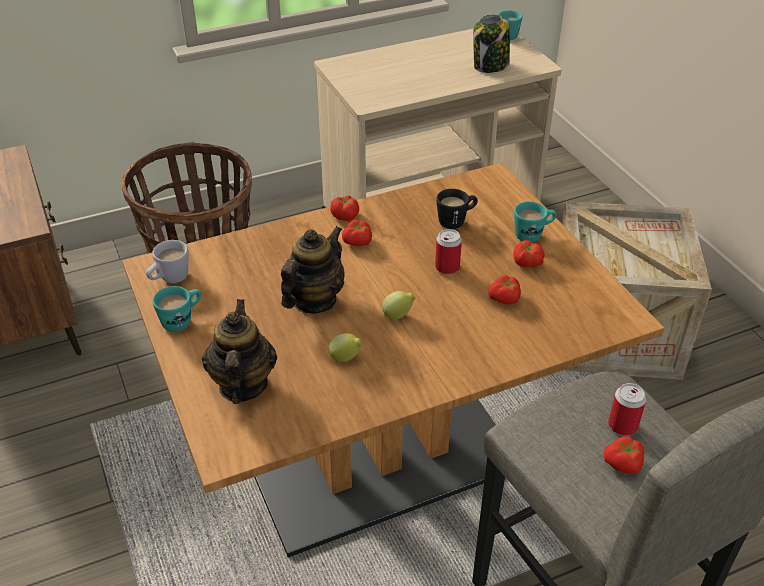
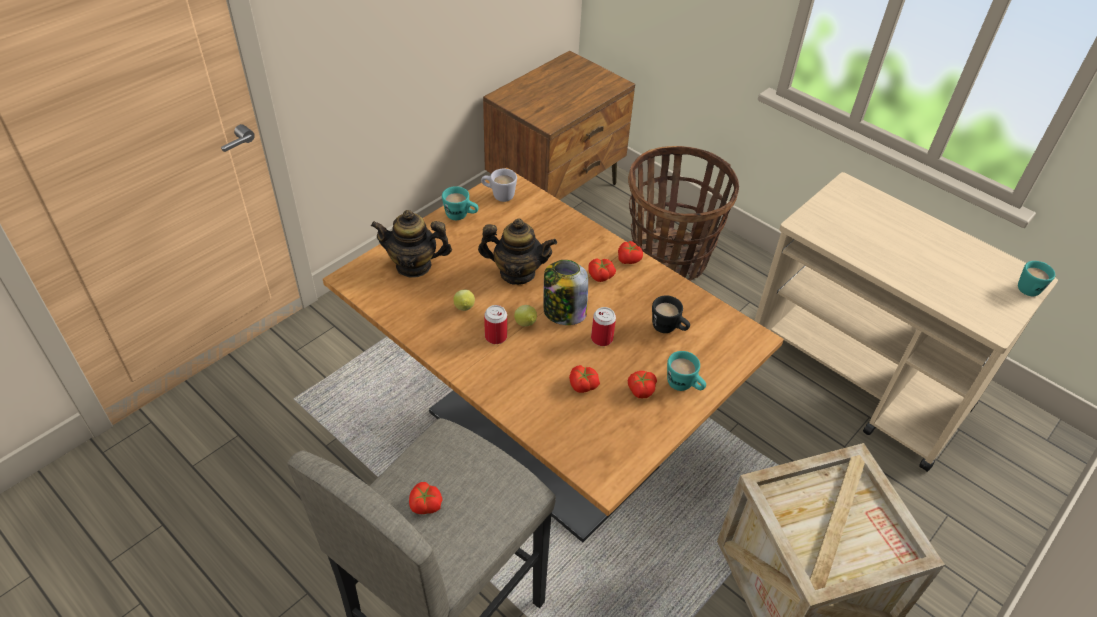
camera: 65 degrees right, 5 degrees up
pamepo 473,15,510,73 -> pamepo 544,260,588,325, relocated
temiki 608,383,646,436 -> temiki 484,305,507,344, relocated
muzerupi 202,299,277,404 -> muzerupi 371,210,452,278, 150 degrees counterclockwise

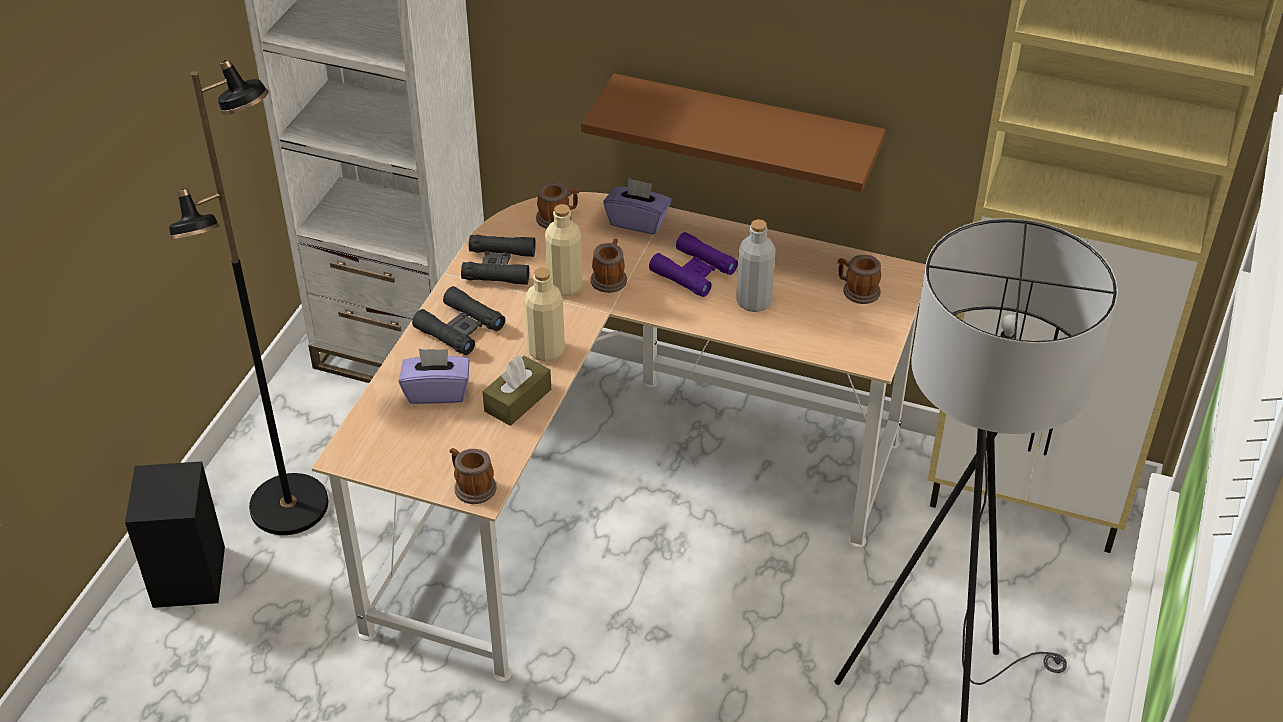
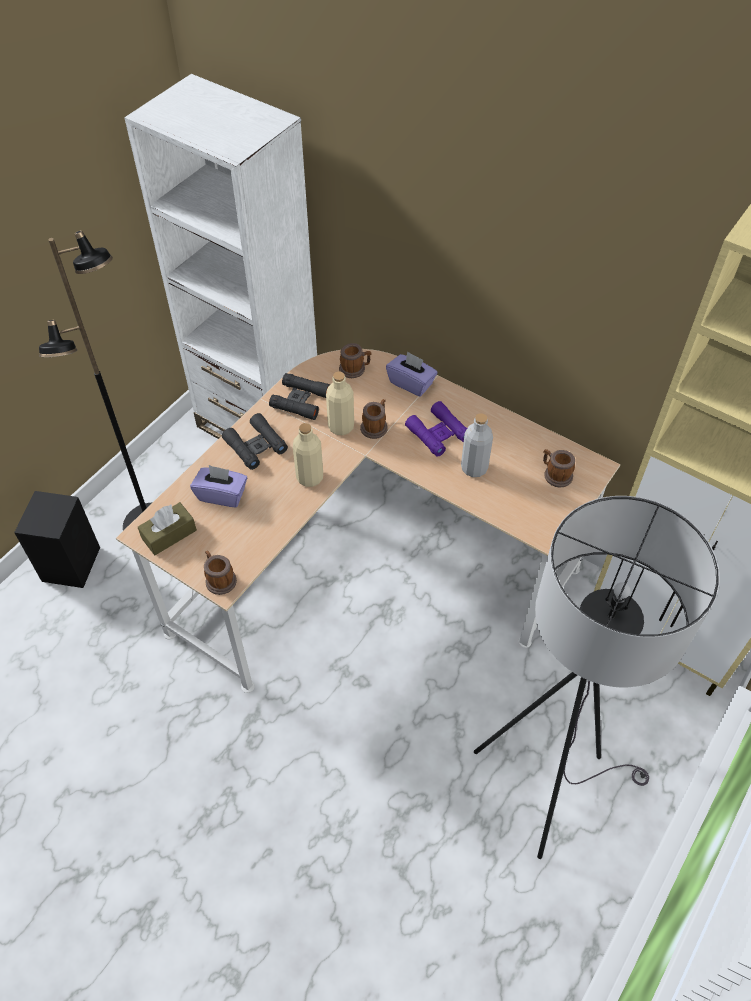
camera: 15 degrees right, 10 degrees up
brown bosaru 581,74,886,192 -> none
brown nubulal 482,356,551,426 -> brown nubulal 138,502,197,555, relocated

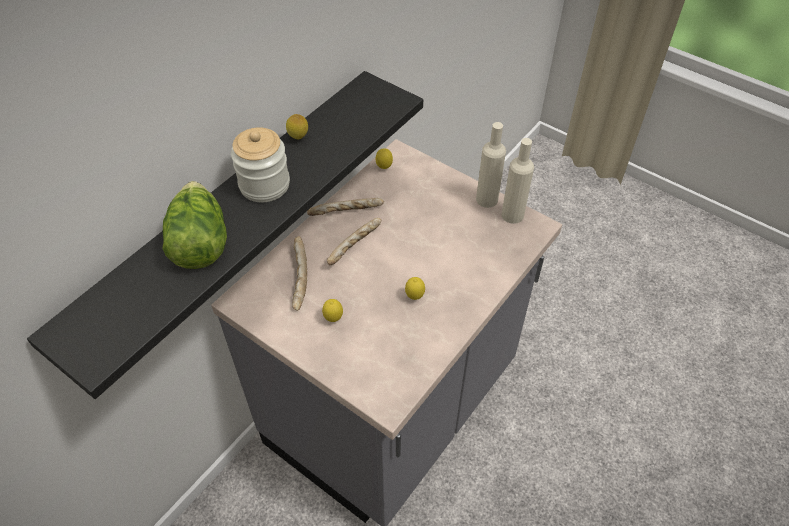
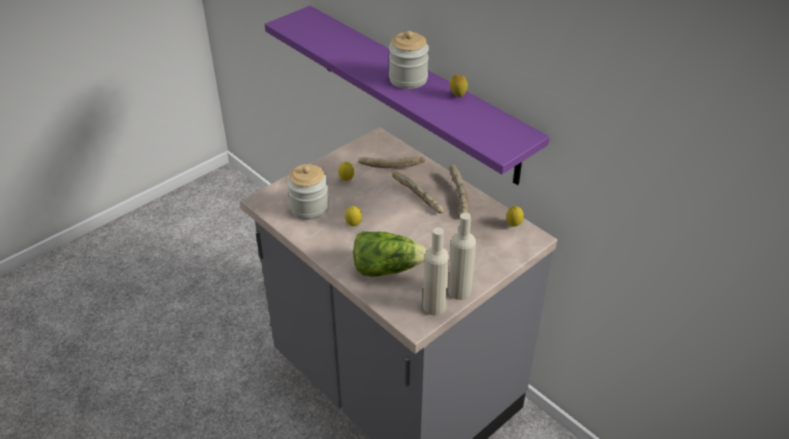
camera: 100 degrees right, 10 degrees down
none -> pamepo 287,164,329,220
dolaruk 162,181,227,269 -> dolaruk 353,231,428,277, relocated
black bosaru 27,71,423,399 -> purple bosaru 265,6,550,185

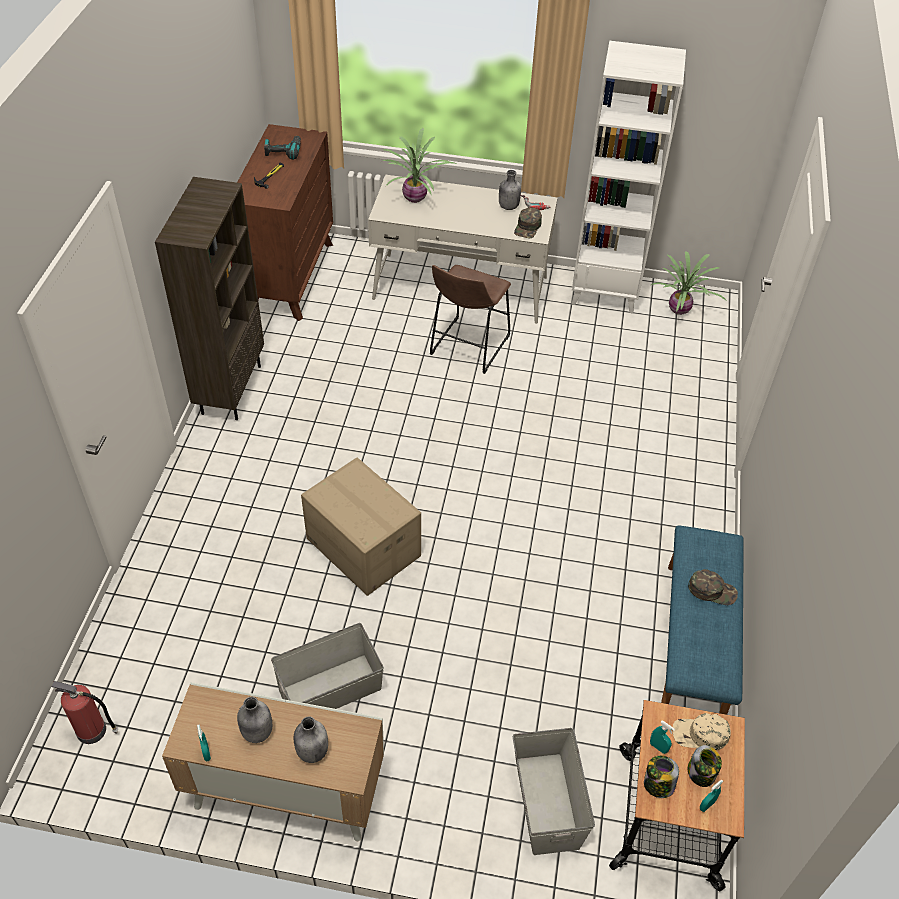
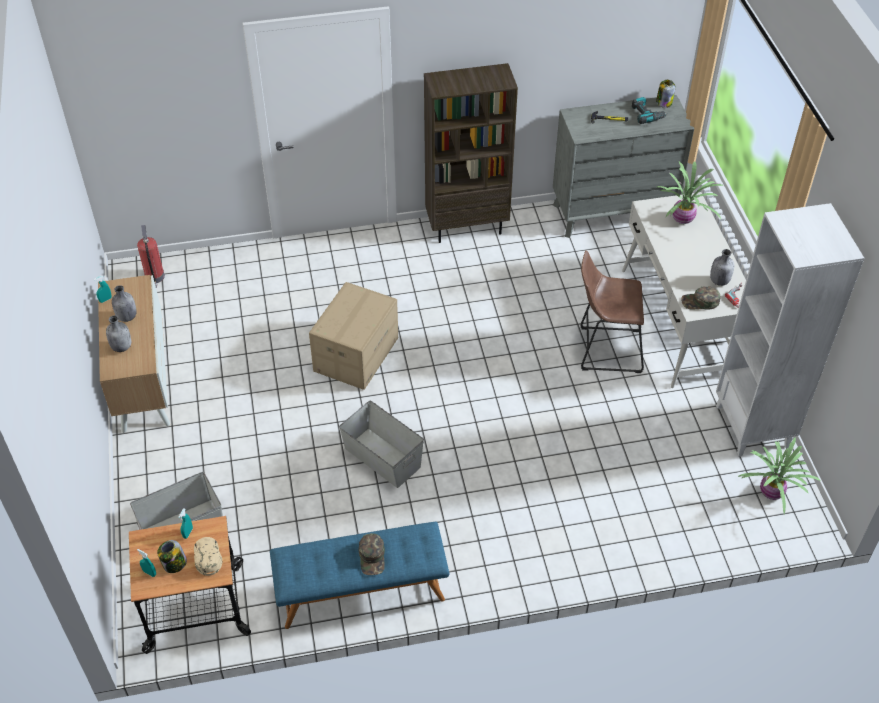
camera: 70 degrees right, 0 degrees up
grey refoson 271,623,384,709 -> grey refoson 339,401,424,488, relocated
pamepo 644,756,679,798 -> pamepo 656,80,676,108, relocated
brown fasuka 237,124,333,321 -> grey fasuka 553,95,694,238

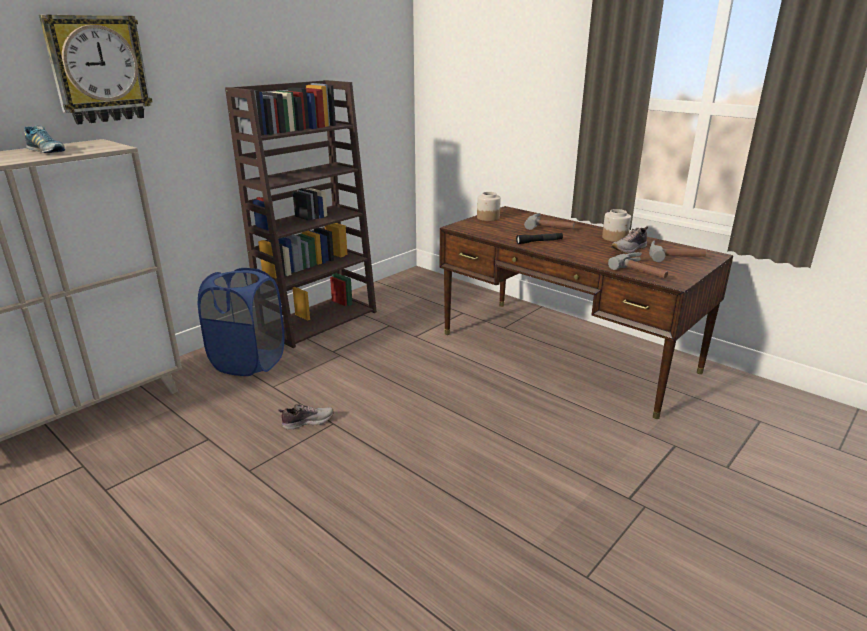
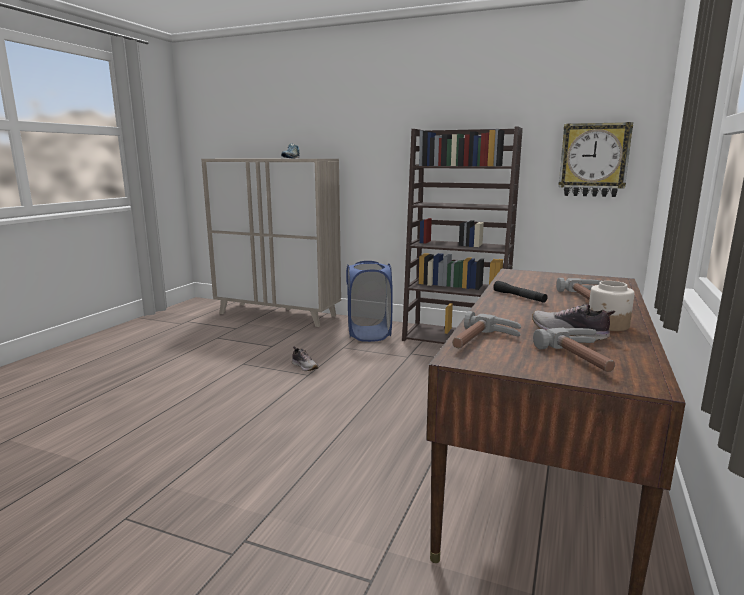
camera: 70 degrees right, 10 degrees down
pamepo 477,192,501,221 -> none
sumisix 39,15,153,124 -> sumisix 558,122,633,197, relocated

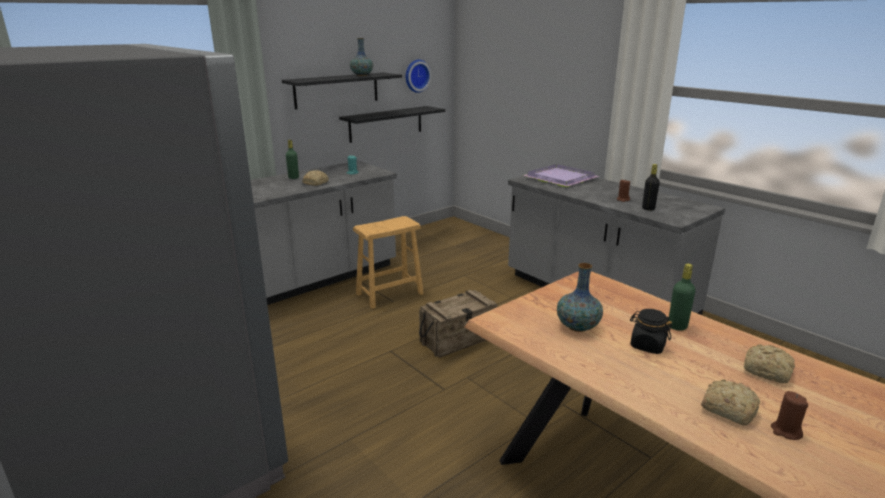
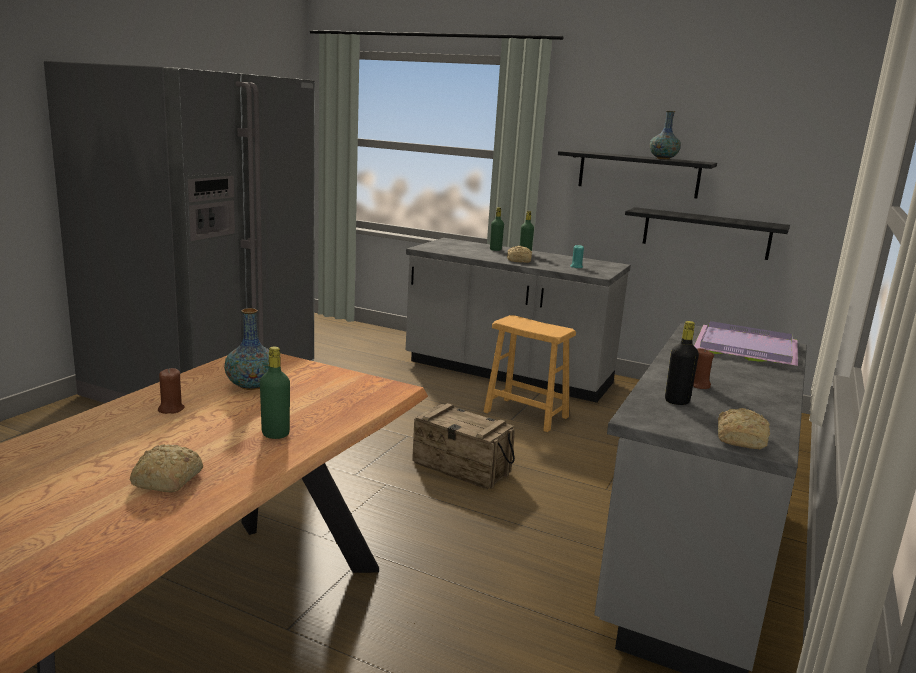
camera: 65 degrees right, 5 degrees down
sumisix 406,60,431,93 -> none
black pamepo 630,309,672,354 -> none
none -> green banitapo 490,207,504,251
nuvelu 701,380,760,425 -> nuvelu 718,408,770,449, relocated
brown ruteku 771,391,808,440 -> brown ruteku 158,368,185,414, relocated

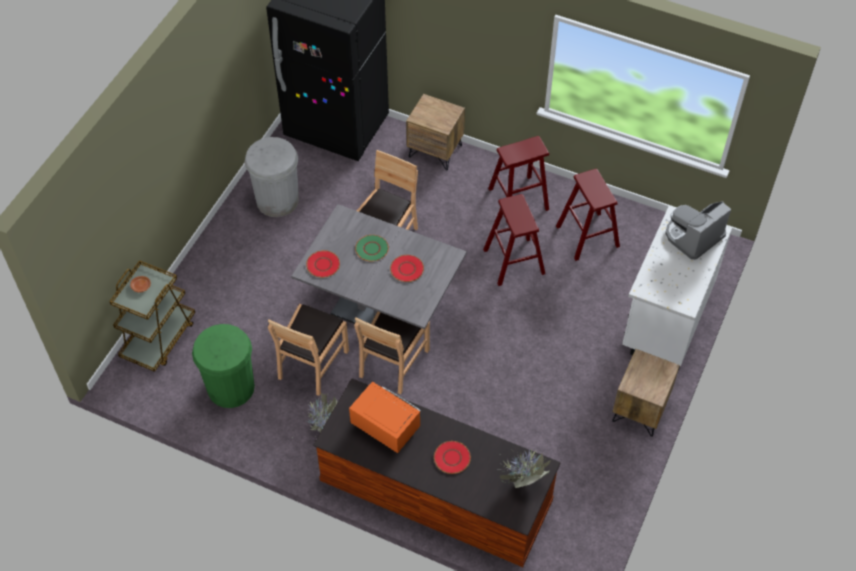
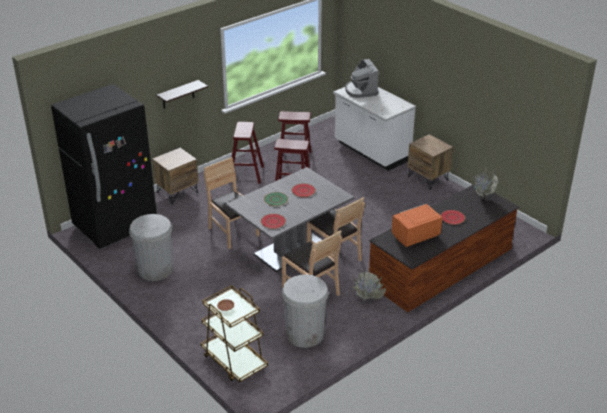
camera: 65 degrees left, 20 degrees down
none -> bosaru 157,80,208,109
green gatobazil 192,324,255,408 -> white gatobazil 281,274,329,348

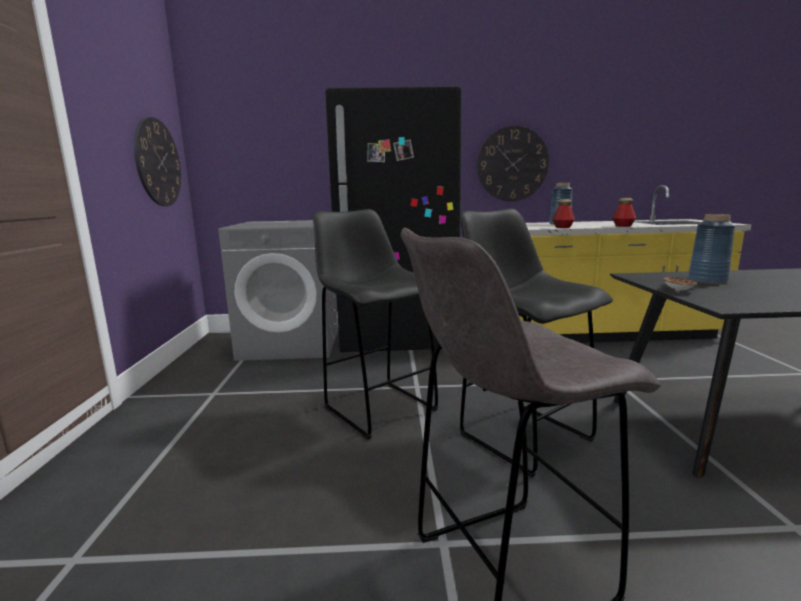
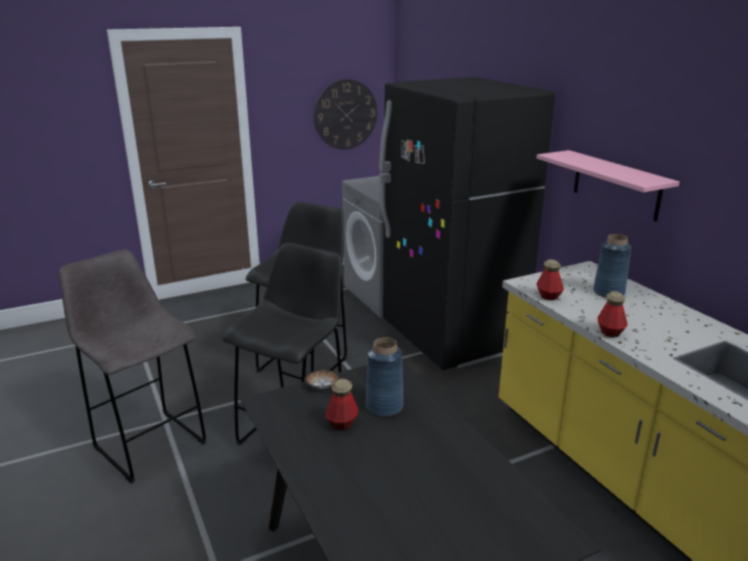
camera: 65 degrees right, 10 degrees up
none -> banitapo 325,379,359,430
sumisix 477,126,549,201 -> pink bosaru 537,150,680,222

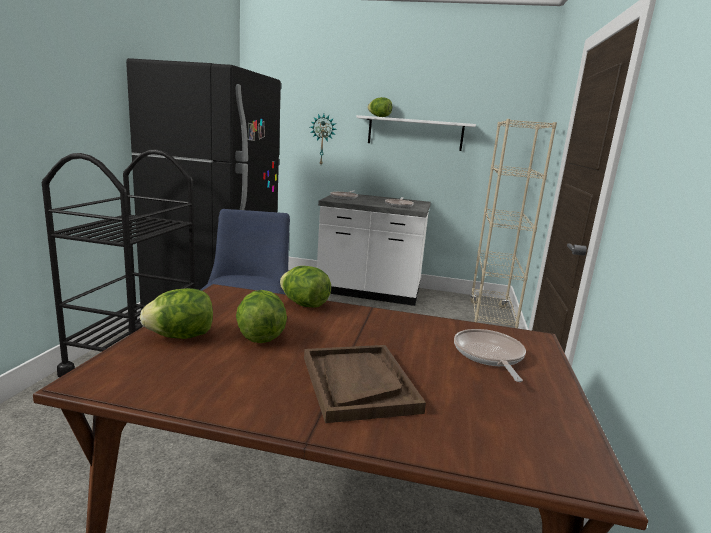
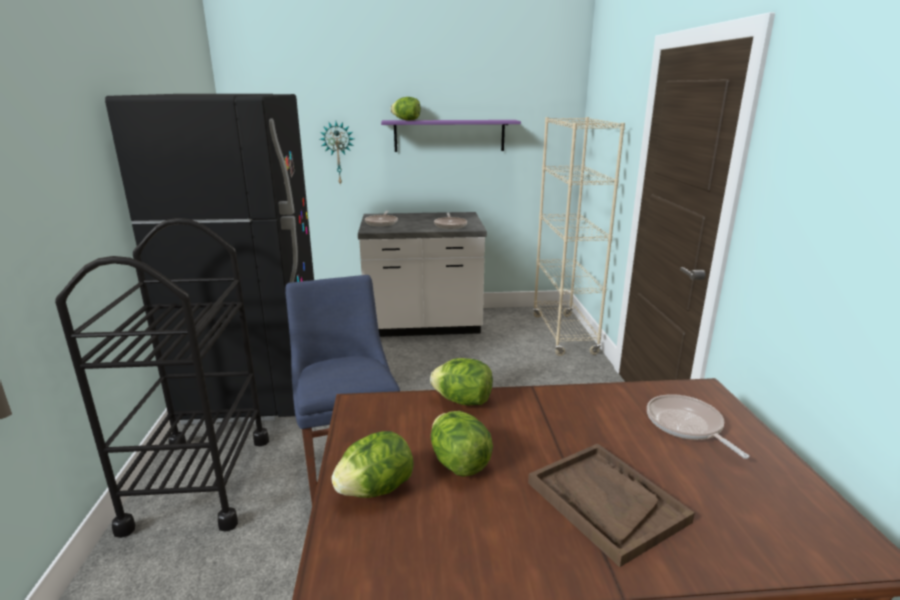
camera: 15 degrees left, 5 degrees up
white bosaru 356,115,476,151 -> purple bosaru 381,120,521,152

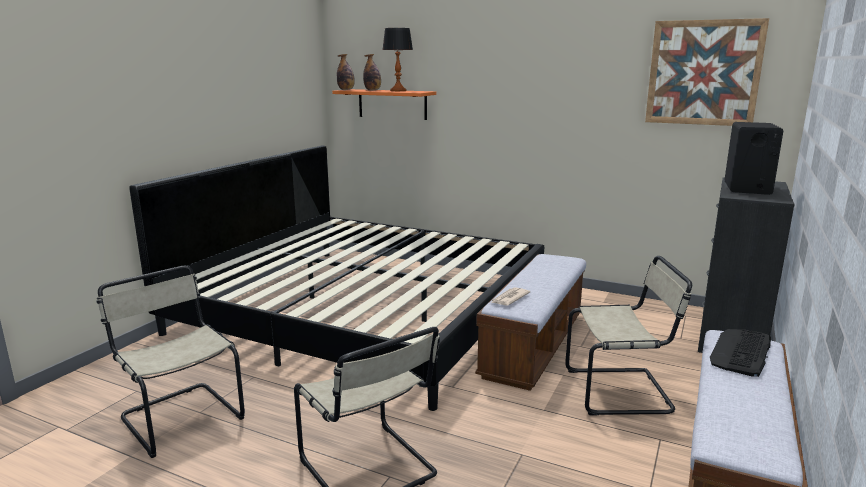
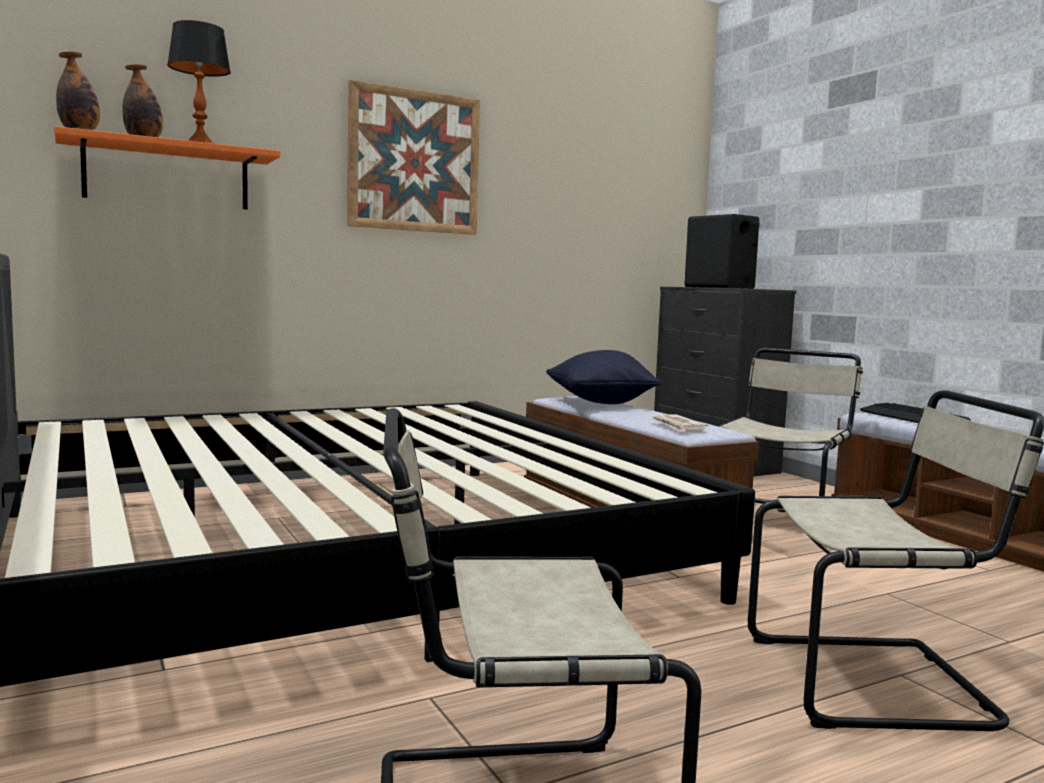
camera: 55 degrees left, 10 degrees down
none -> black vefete 546,350,662,404
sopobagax 645,18,769,126 -> sopobagax 347,80,480,235, relocated

